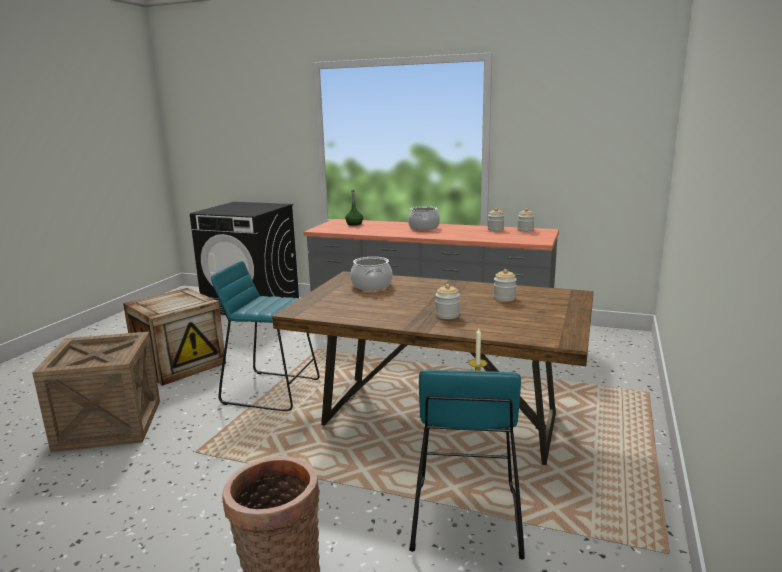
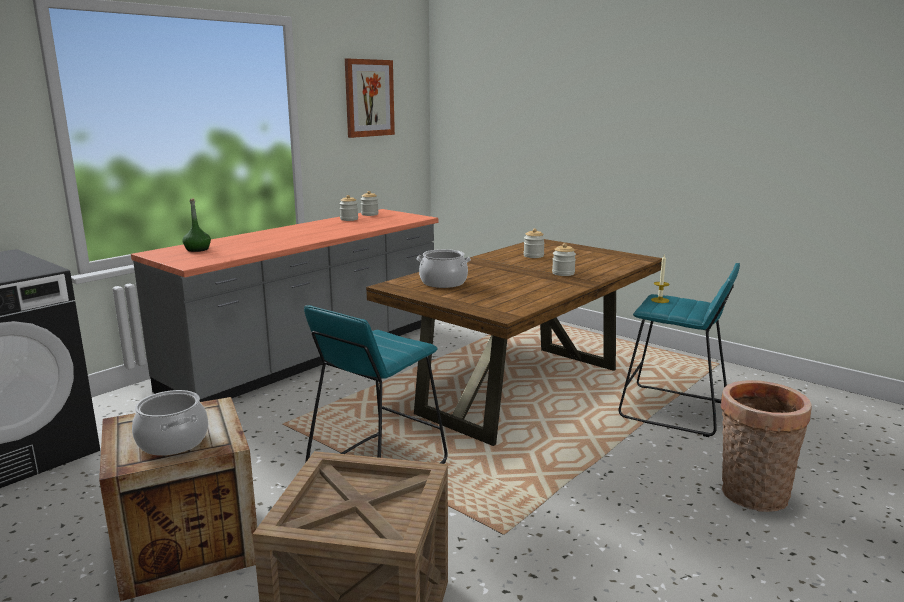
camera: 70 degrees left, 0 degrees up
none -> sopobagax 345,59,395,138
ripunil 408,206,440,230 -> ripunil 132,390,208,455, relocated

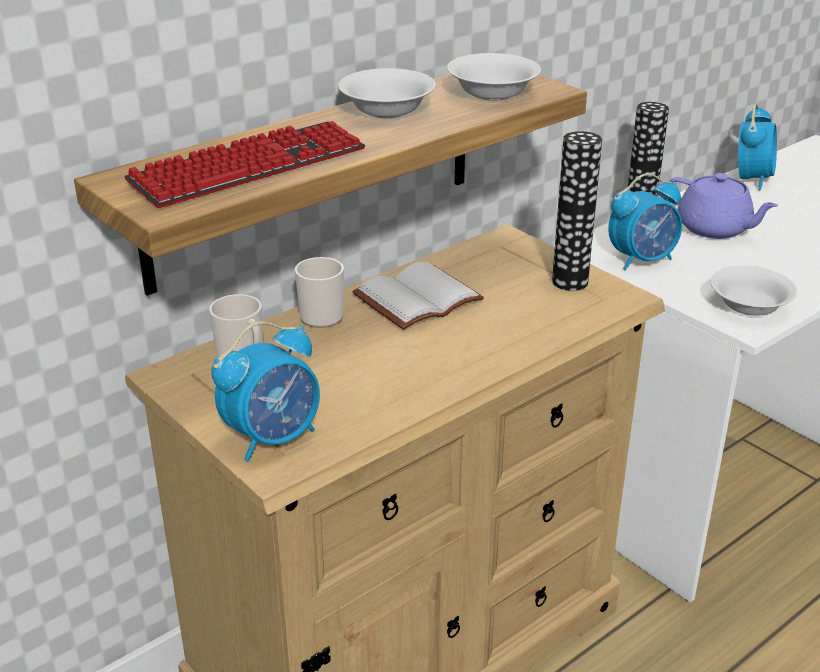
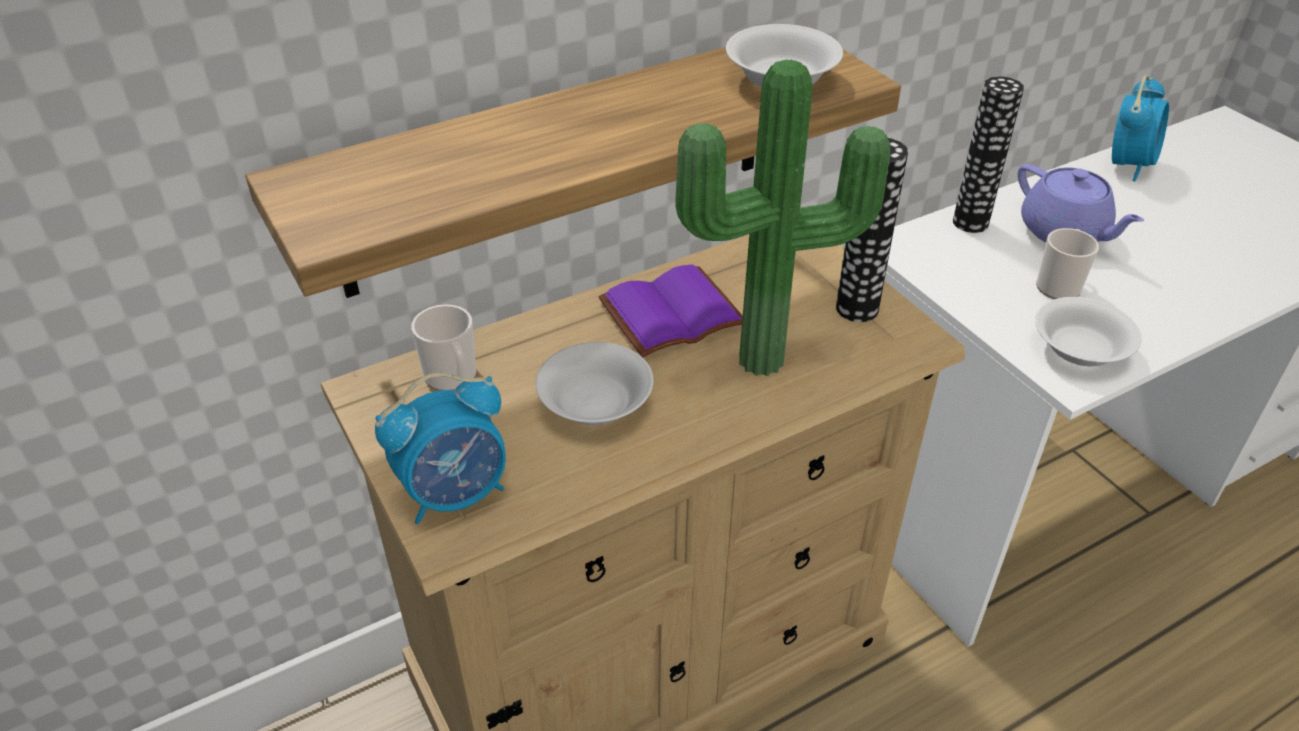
camera: 10 degrees right, 10 degrees up
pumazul 124,121,365,208 -> none
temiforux 608,173,682,270 -> none
none -> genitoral 675,59,890,376
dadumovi 295,257,344,328 -> dadumovi 1036,228,1099,299, relocated
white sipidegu 338,68,436,119 -> white sipidegu 536,342,653,425, relocated
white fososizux 353,261,484,330 -> purple fososizux 599,264,743,357

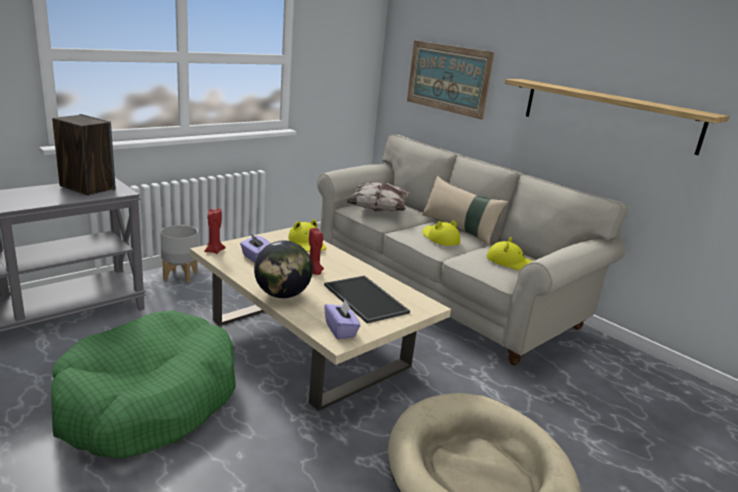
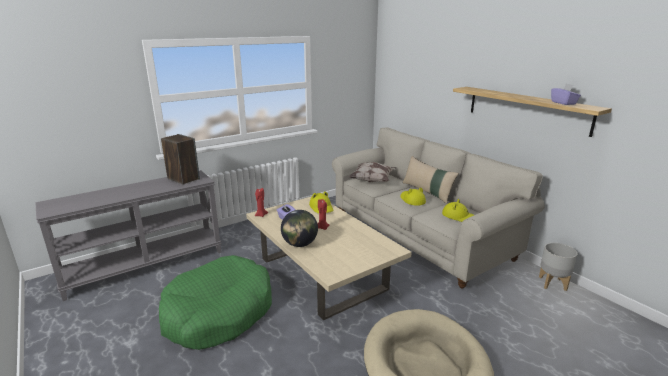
camera: 10 degrees right, 0 degrees up
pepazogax 324,275,410,324 -> none
sopobagax 407,40,495,119 -> none
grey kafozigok 160,225,198,283 -> grey kafozigok 539,243,577,291, relocated
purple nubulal 324,300,361,339 -> purple nubulal 551,83,581,105, relocated

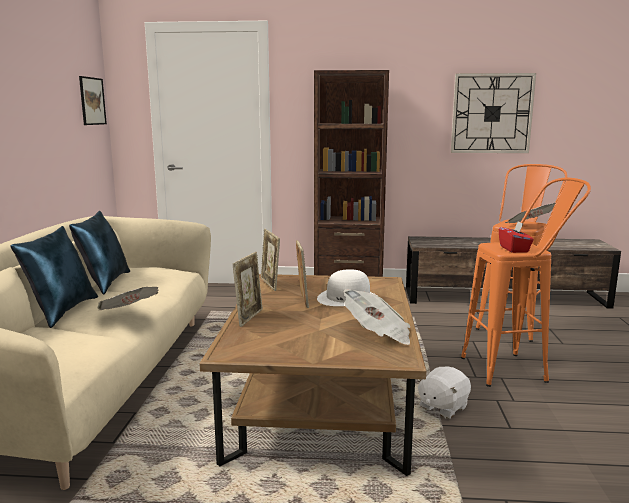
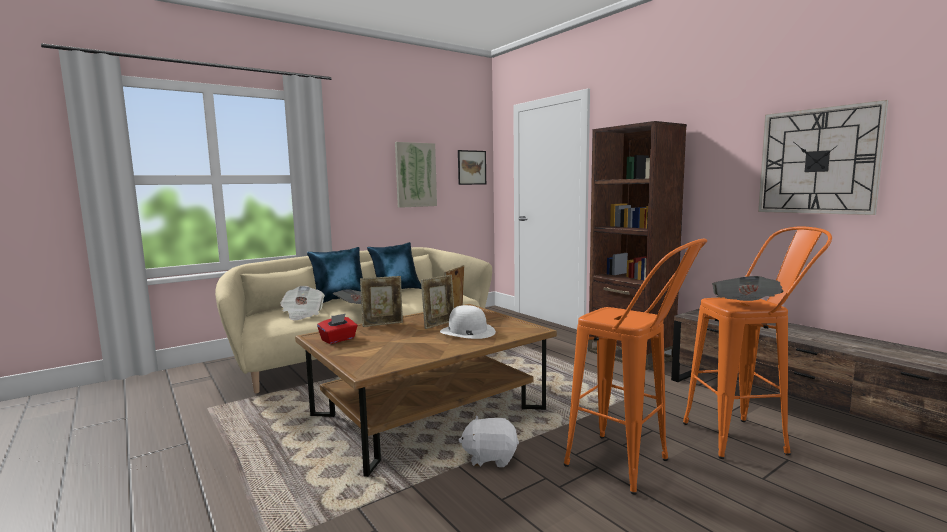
camera: 50 degrees right, 5 degrees down
none -> sopobagax 395,142,437,208
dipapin 344,289,410,345 -> dipapin 280,286,325,320, relocated
red nubulal 499,221,534,253 -> red nubulal 317,313,358,344, relocated

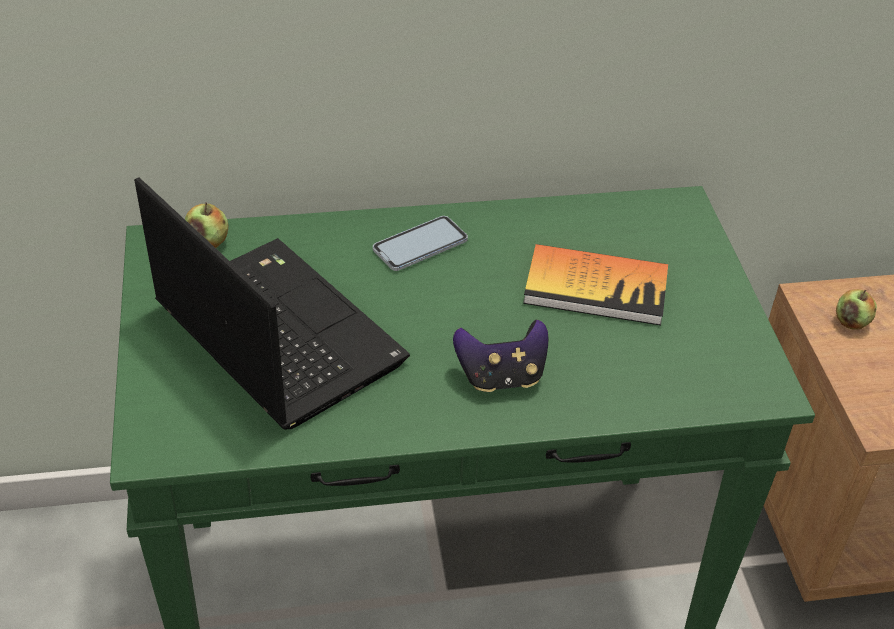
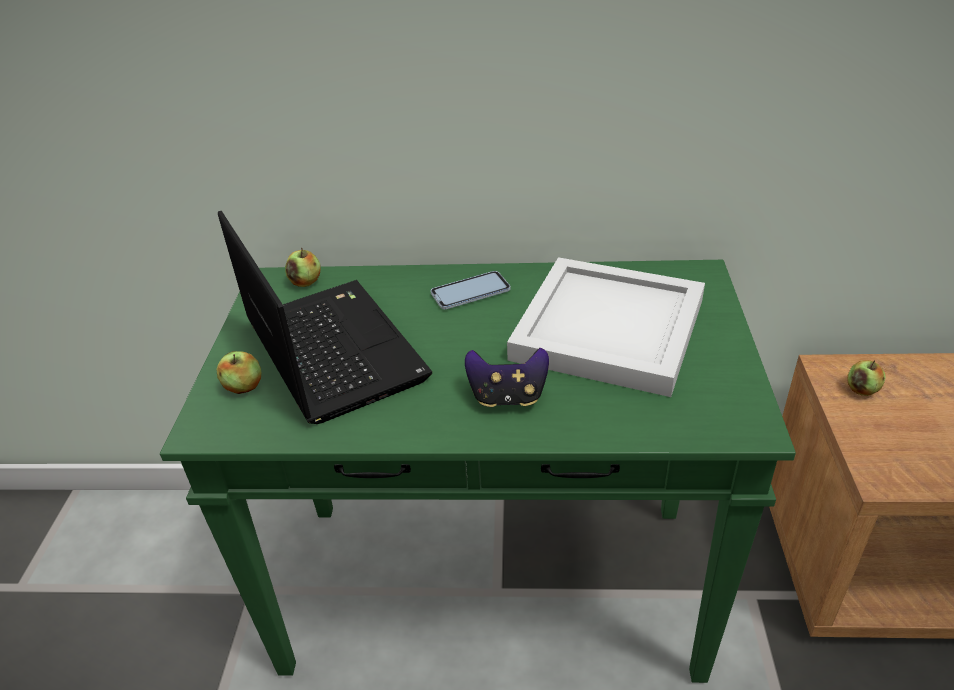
camera: 15 degrees right, 5 degrees down
none -> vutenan 216,351,261,394
fososizux 523,244,668,325 -> white pepazogax 507,257,705,397

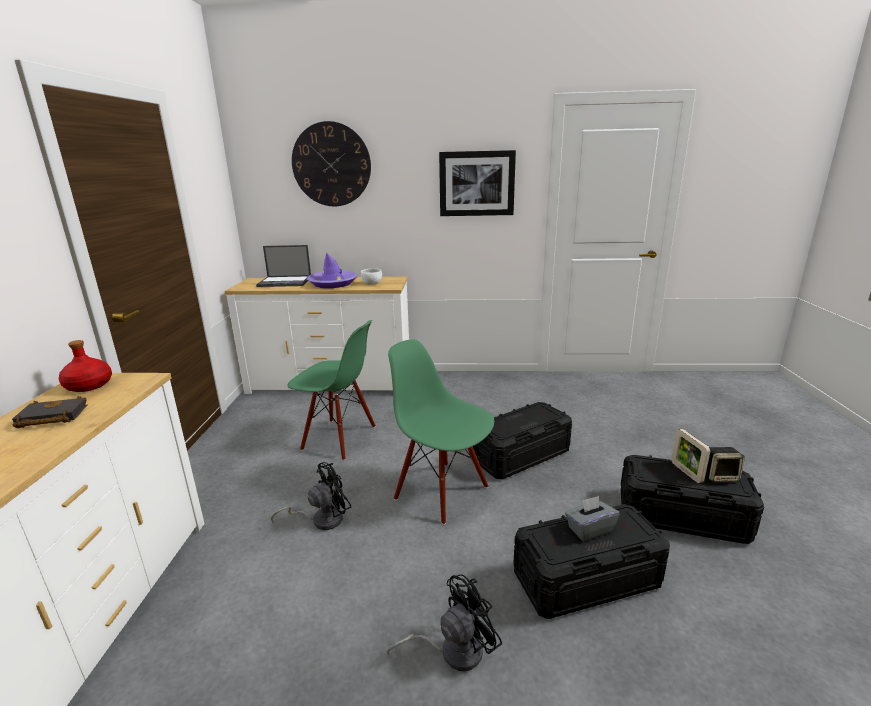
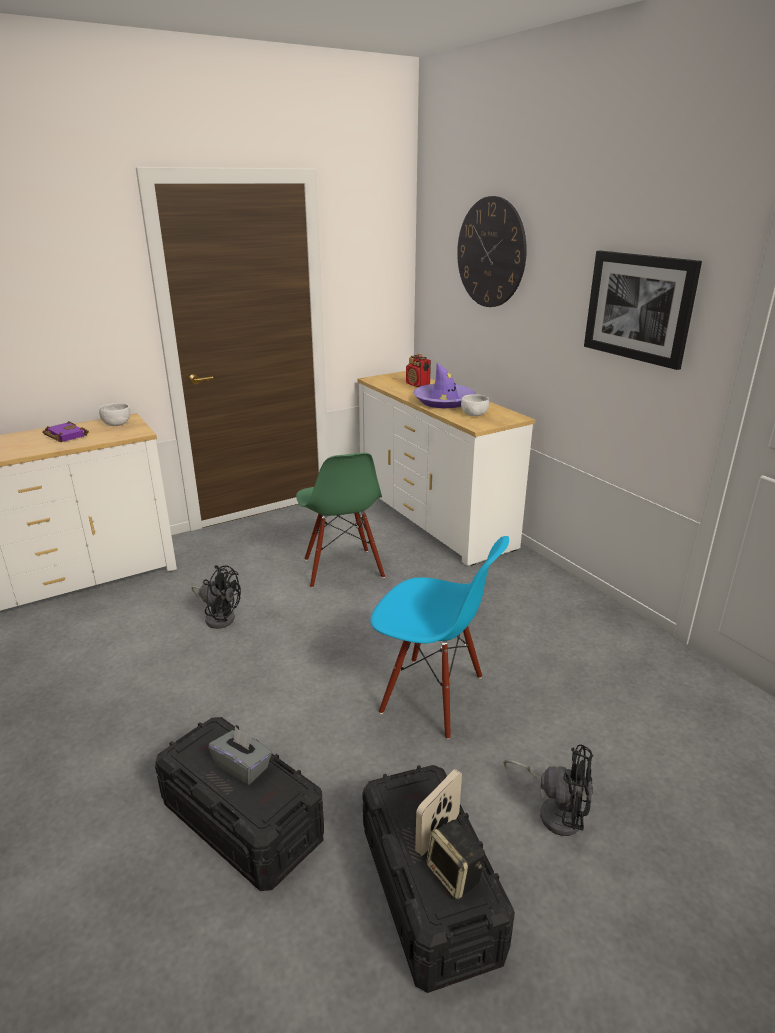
camera: 55 degrees right, 5 degrees up
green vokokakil 388,339,494,525 -> none
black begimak 386,574,502,672 -> black begimak 503,744,593,836, relocated
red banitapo 59,340,112,392 -> white sipidegu 99,403,130,426
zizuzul 256,245,311,287 -> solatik 406,353,431,387
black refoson 473,402,572,479 -> blue vokokakil 370,536,509,739
black fososizux 12,396,87,428 -> purple fososizux 42,421,89,442

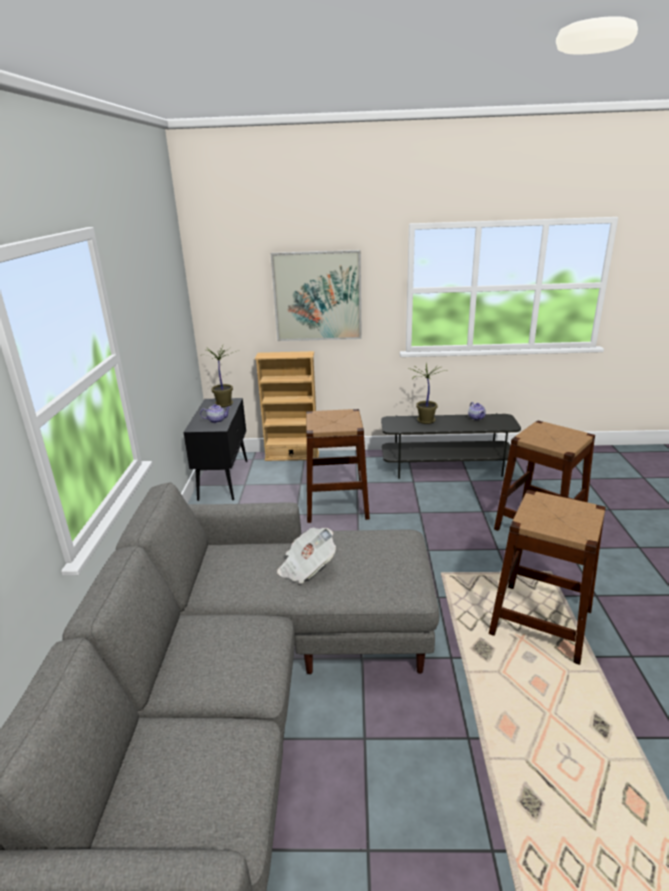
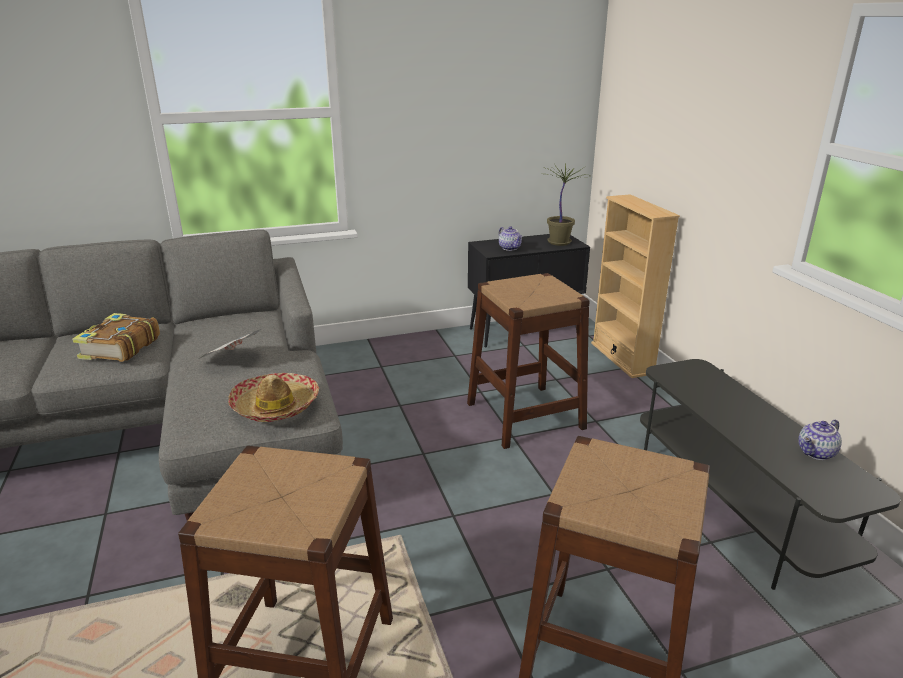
camera: 70 degrees right, 0 degrees up
sopobagax 271,250,362,341 -> none
genitoral 409,362,447,424 -> none
none -> fososizux 72,313,160,362
none -> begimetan 228,373,319,422

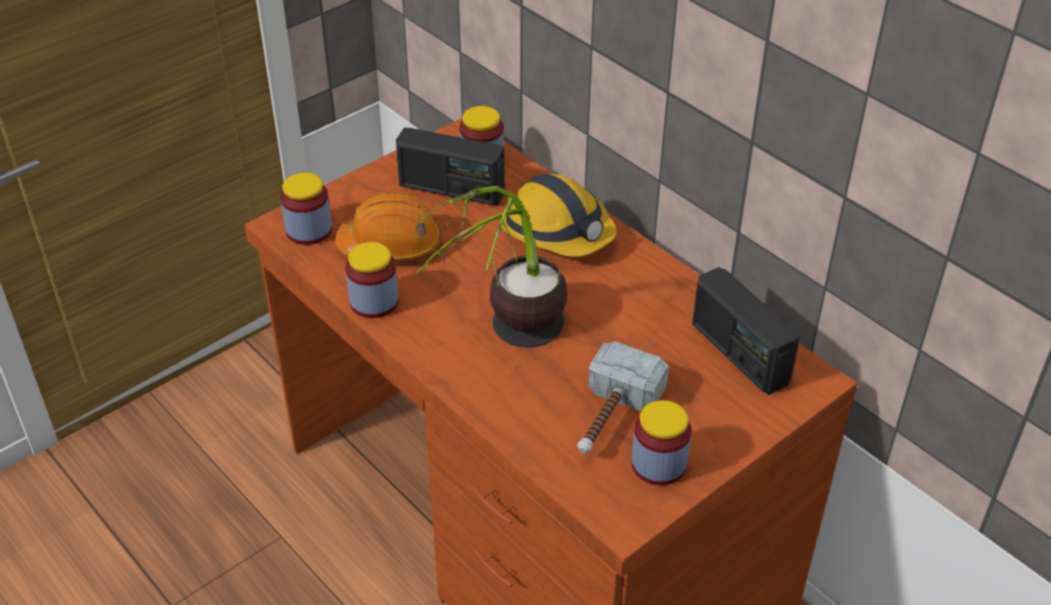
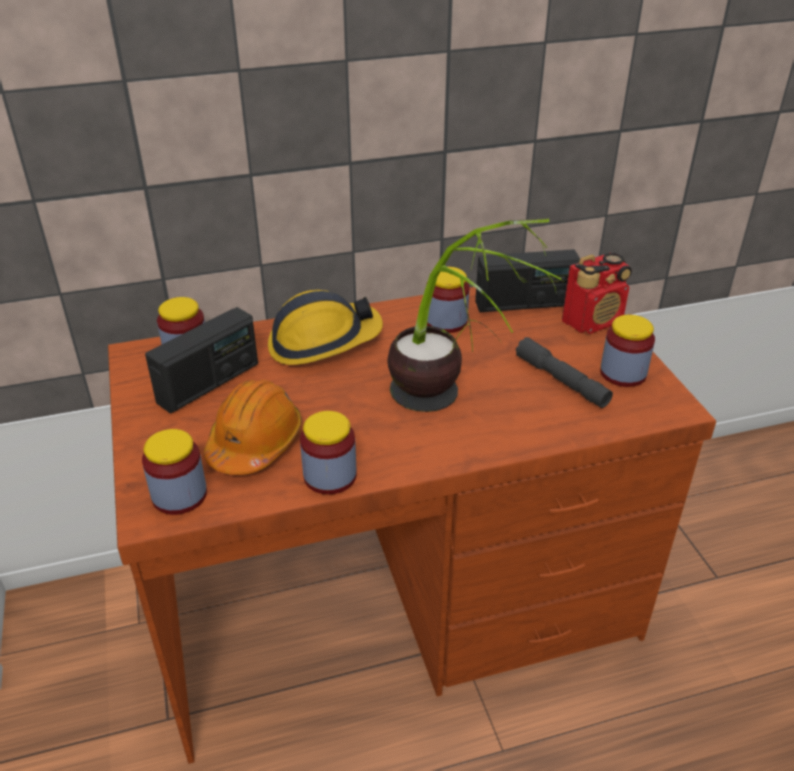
camera: 65 degrees left, 5 degrees down
none -> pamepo 426,266,469,333
none -> solatik 562,253,632,334
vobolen 577,341,669,453 -> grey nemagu 516,337,613,408

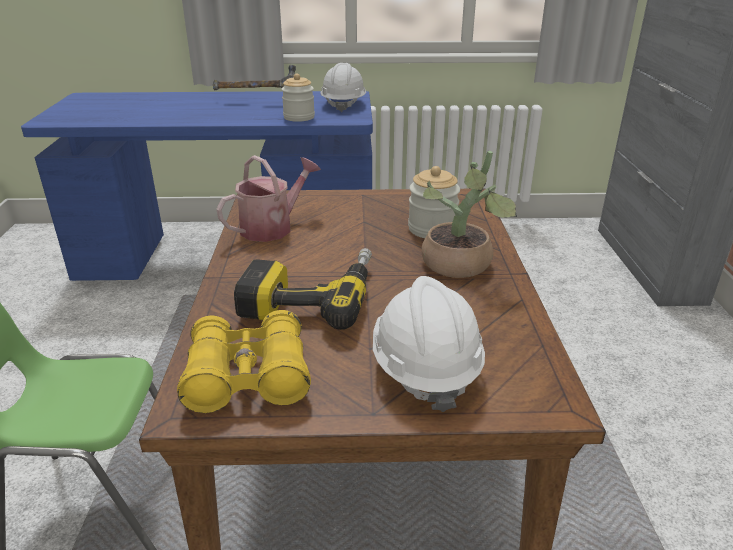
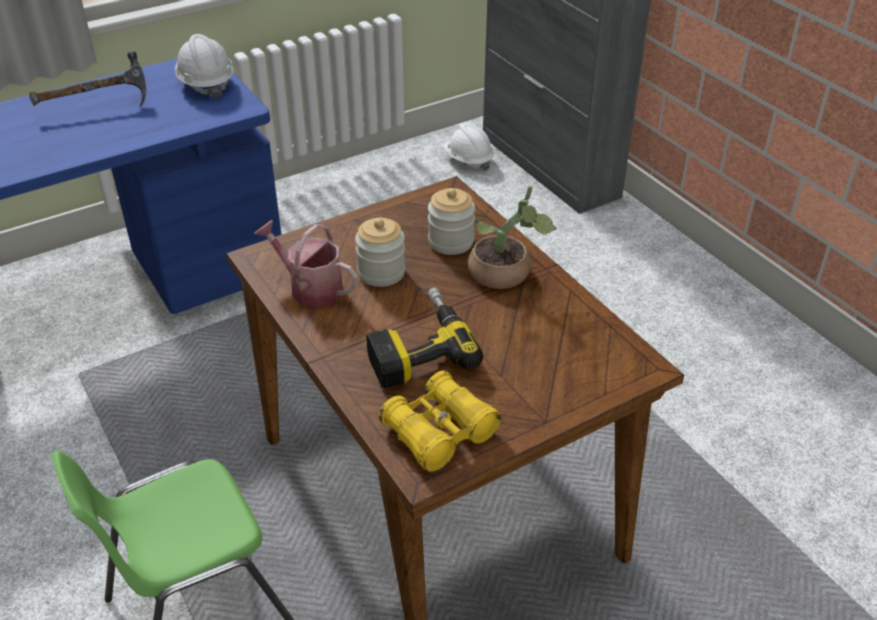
camera: 30 degrees left, 10 degrees up
pamepo 281,74,315,122 -> pamepo 355,218,405,287, relocated
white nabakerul 373,276,485,412 -> white nabakerul 443,123,494,171, relocated
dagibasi 216,155,321,242 -> dagibasi 254,220,358,307, 75 degrees counterclockwise

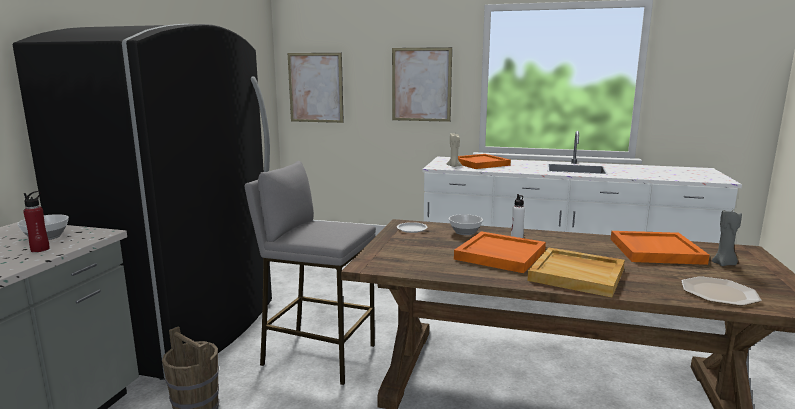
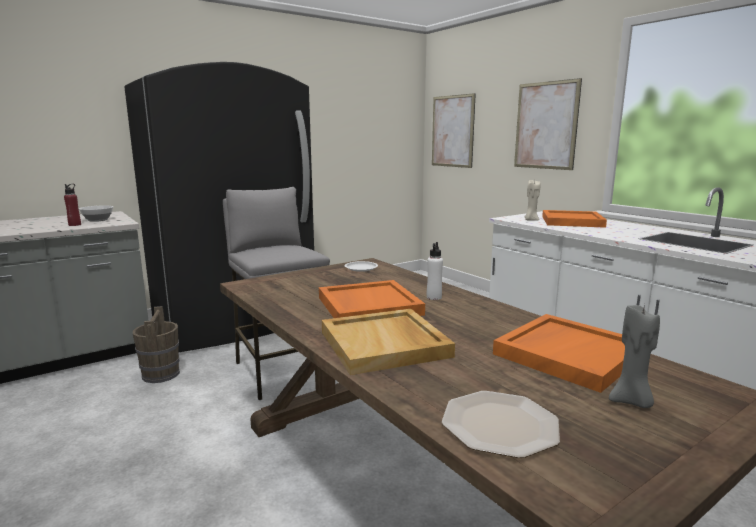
camera: 40 degrees right, 0 degrees up
sipidegu 449,214,483,235 -> none

